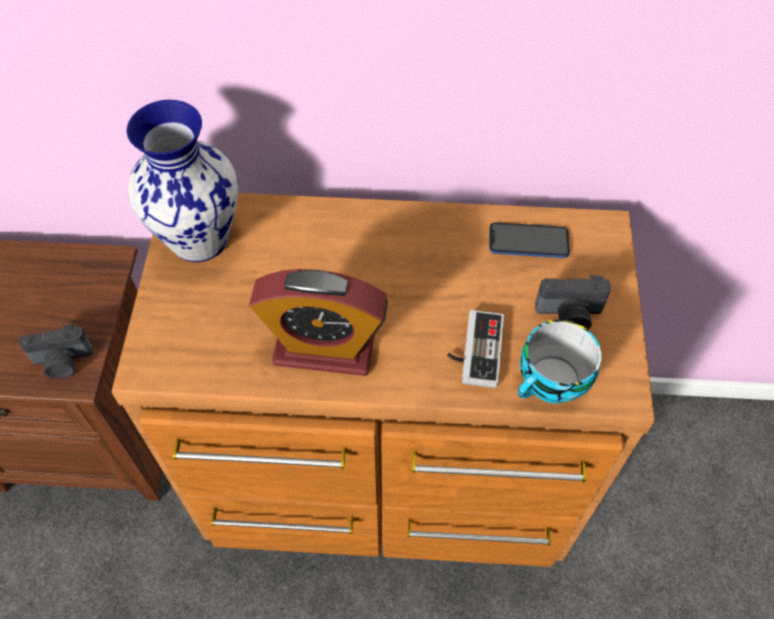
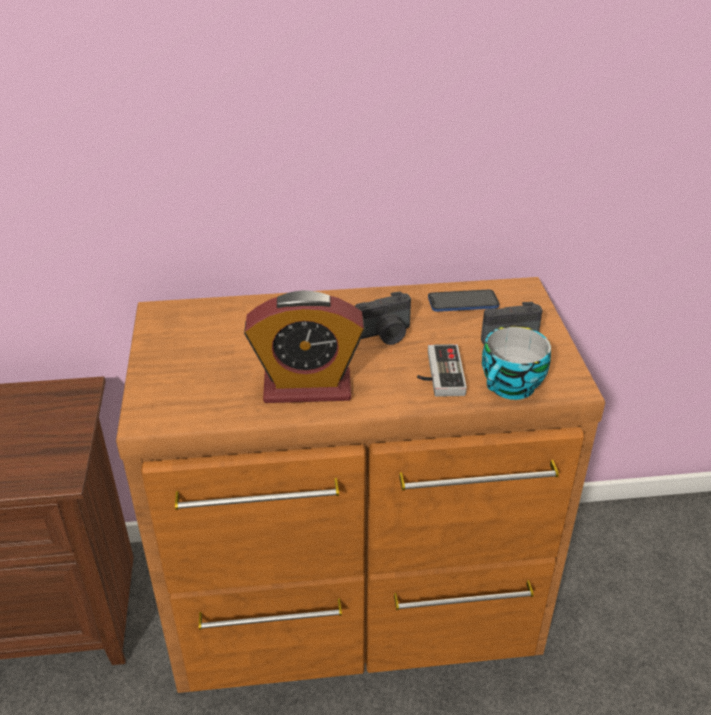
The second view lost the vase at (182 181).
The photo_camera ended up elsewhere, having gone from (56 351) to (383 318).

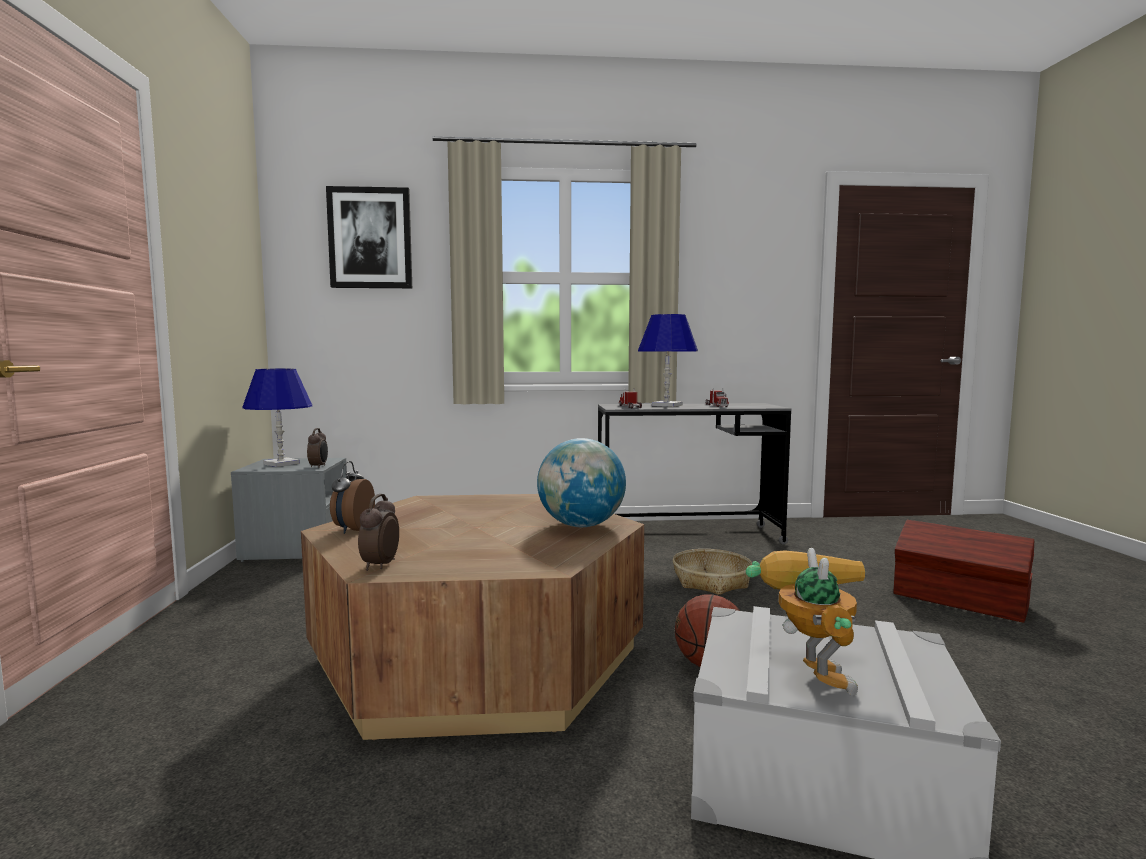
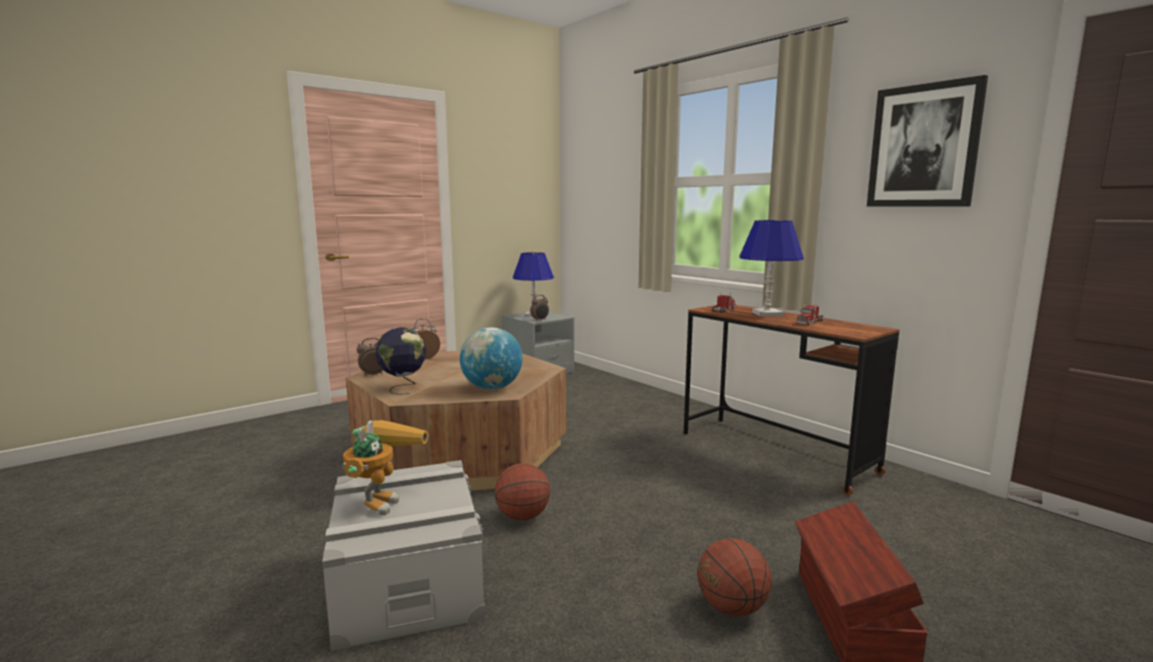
The picture ended up elsewhere, having gone from (369 237) to (927 141).
What was the grey_desk at (695 474) turned into the brown_desk at (791 400).
The toy_robot at (805 621) ended up facing another way, 45 degrees counterclockwise from before.
The second view lost the basket at (712 572).
The second view gained the globe at (400 361).
The second view gained the basketball at (734 577).

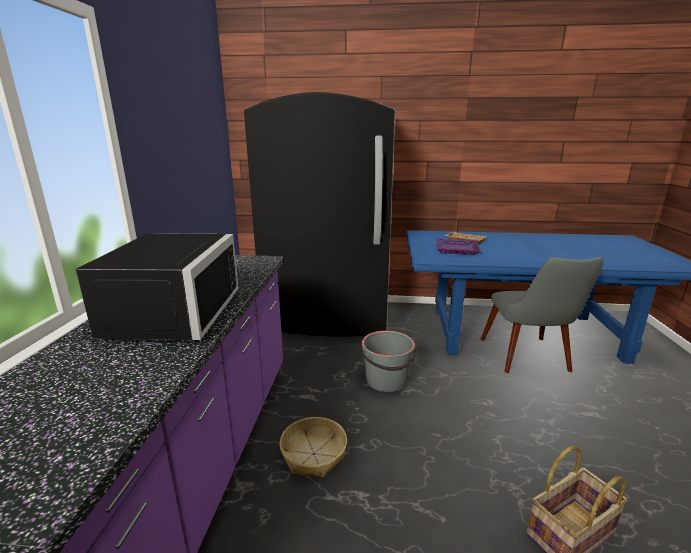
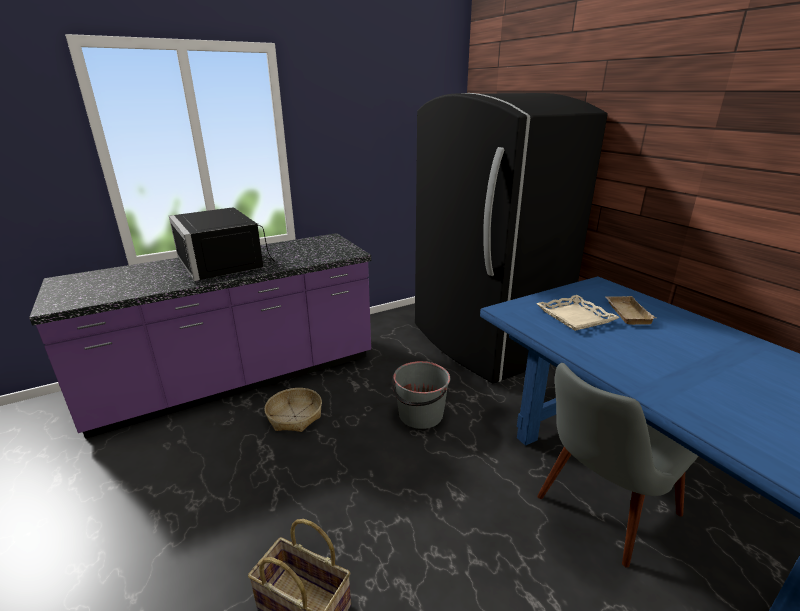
The black_microwave at (157 286) ended up facing another way, 90 degrees clockwise from before.
What was the purple_tray at (458 246) turned into the beige_tray at (578 313).

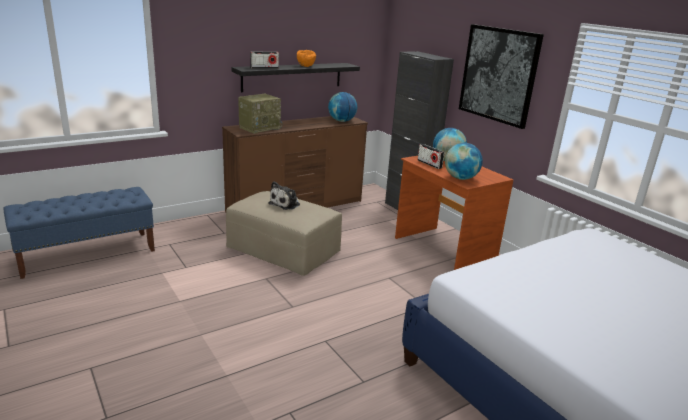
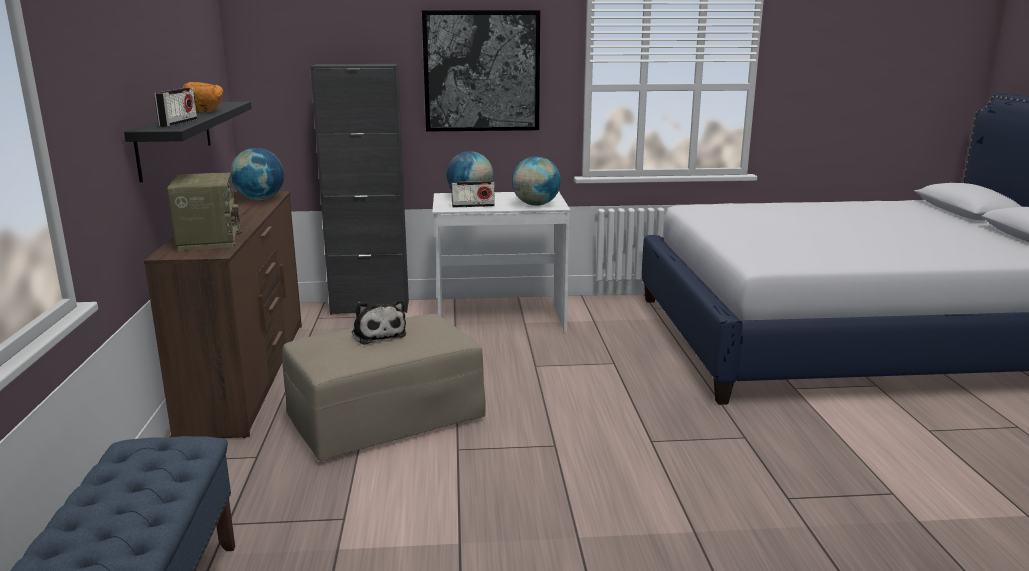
What was the brown_desk at (454 213) turned into the white_desk at (501 261).

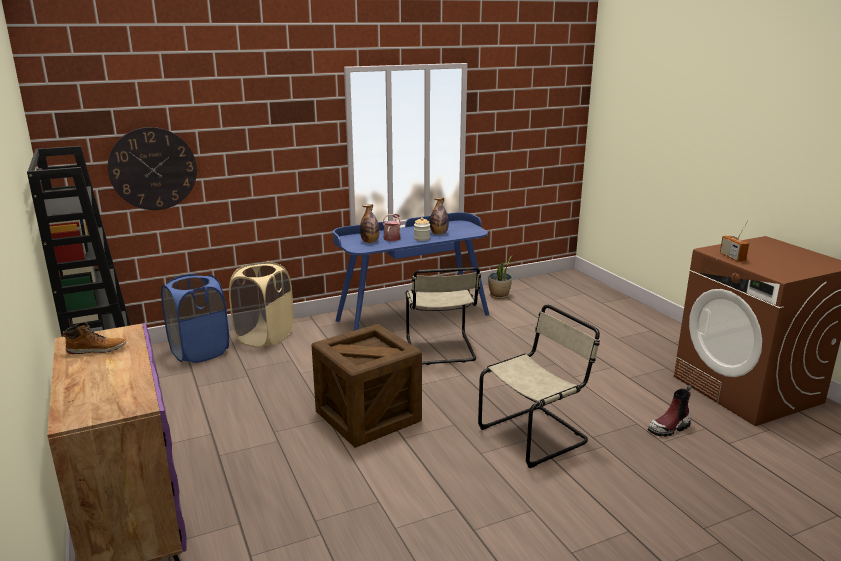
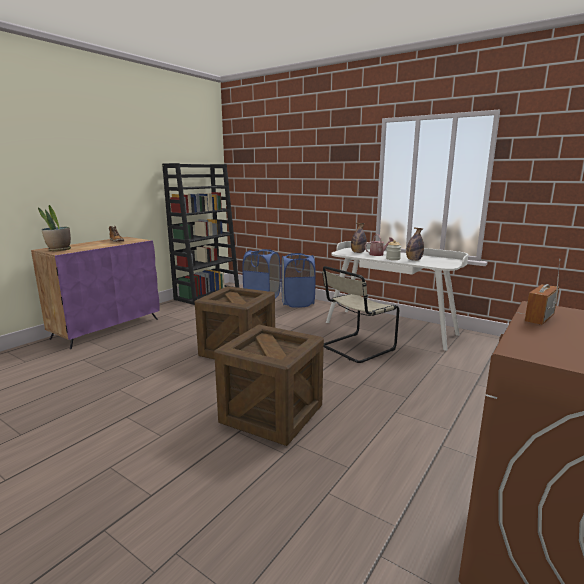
The second view lost the wall_clock at (152 168).
What was the blue_desk at (411 271) turned into the white_desk at (397 296).
The potted_plant ended up elsewhere, having gone from (500 277) to (54 228).
What was the beige_laundry_basket at (261 305) turned into the blue_laundry_basket at (298 280).
Where the beige_chair stood at (539 386), the crate came to stand at (269 385).
The second view lost the boot at (670 410).

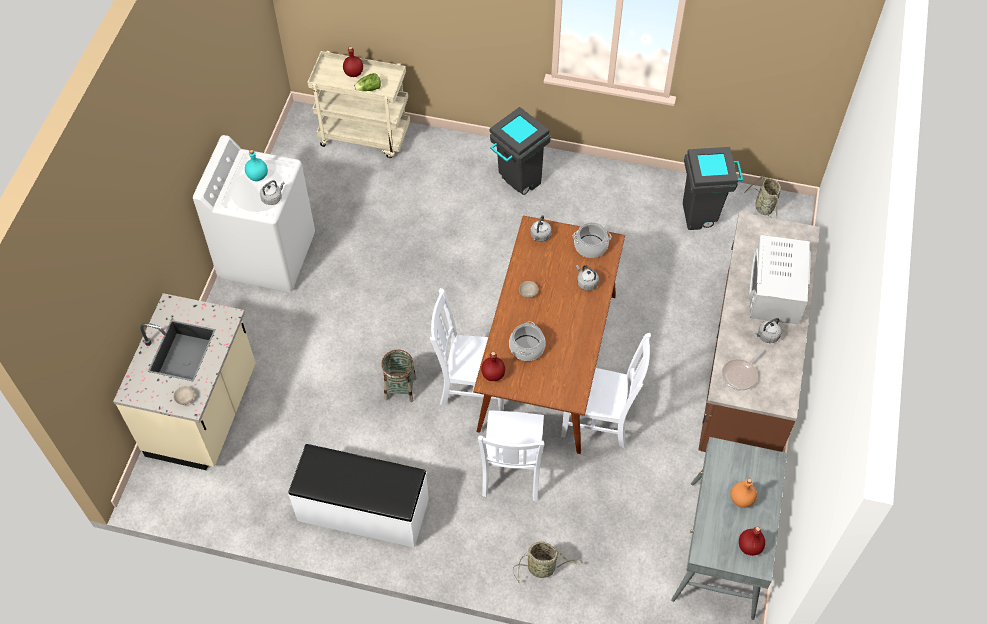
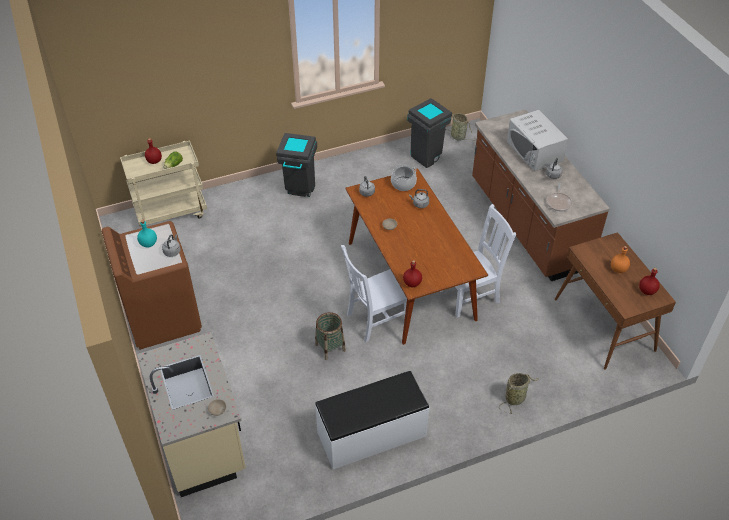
What was the white_washing_machine at (254 213) turned into the brown_washing_machine at (152 285).
The second view lost the cooking_pot at (527 341).
The second view lost the white_chair at (511 456).
What was the grey_desk at (729 528) turned into the brown_desk at (615 300).

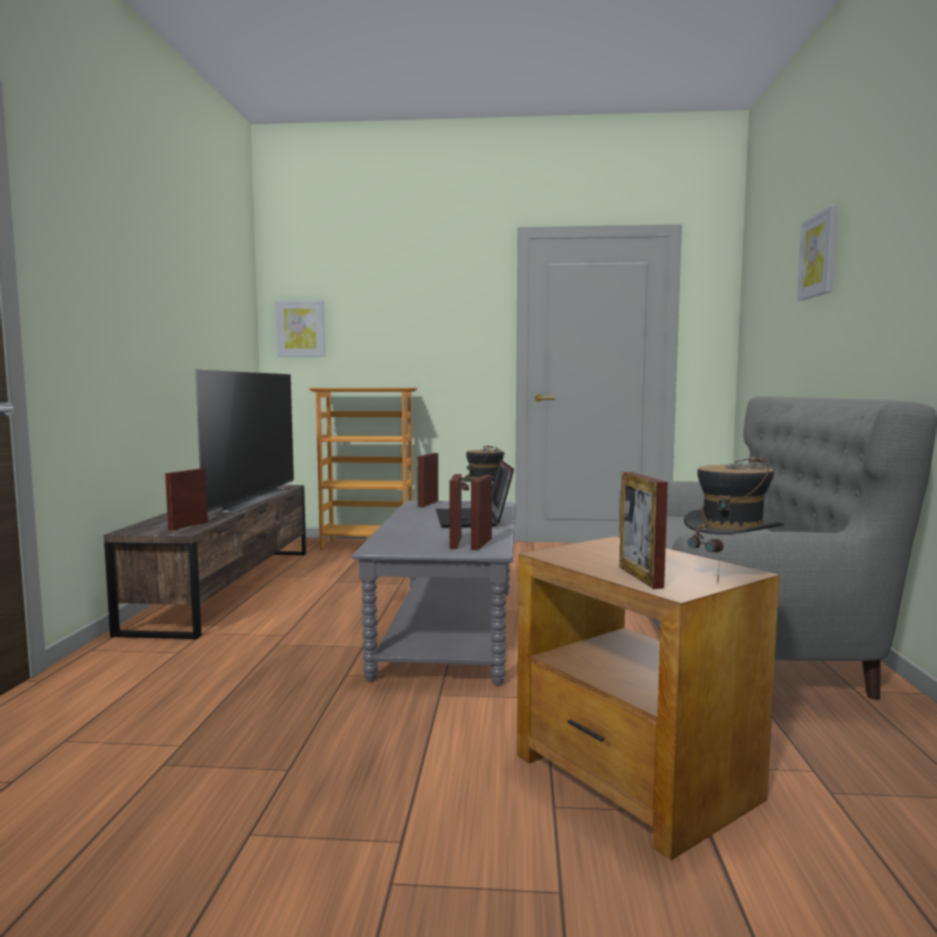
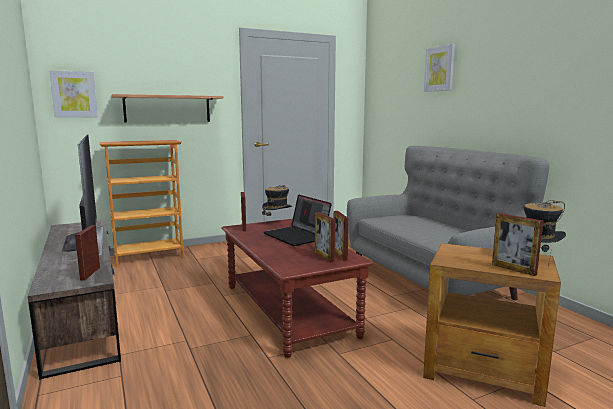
What was the grey_coffee_table at (433 593) turned into the brown_coffee_table at (297 288).
The second view gained the shelf at (167 108).

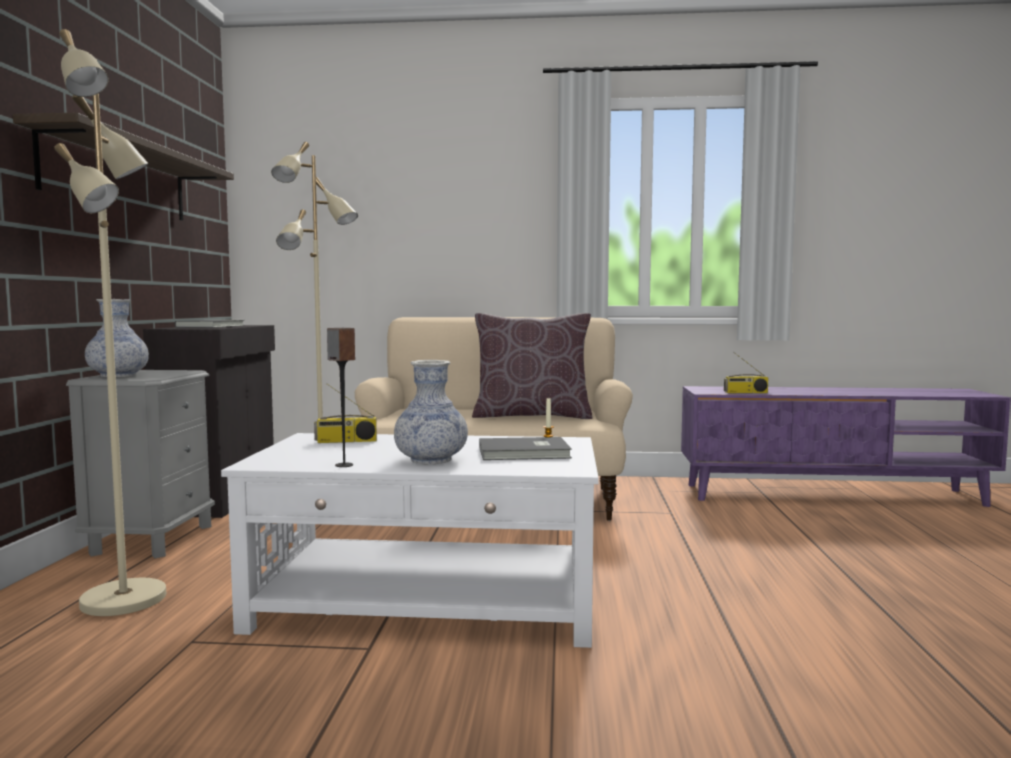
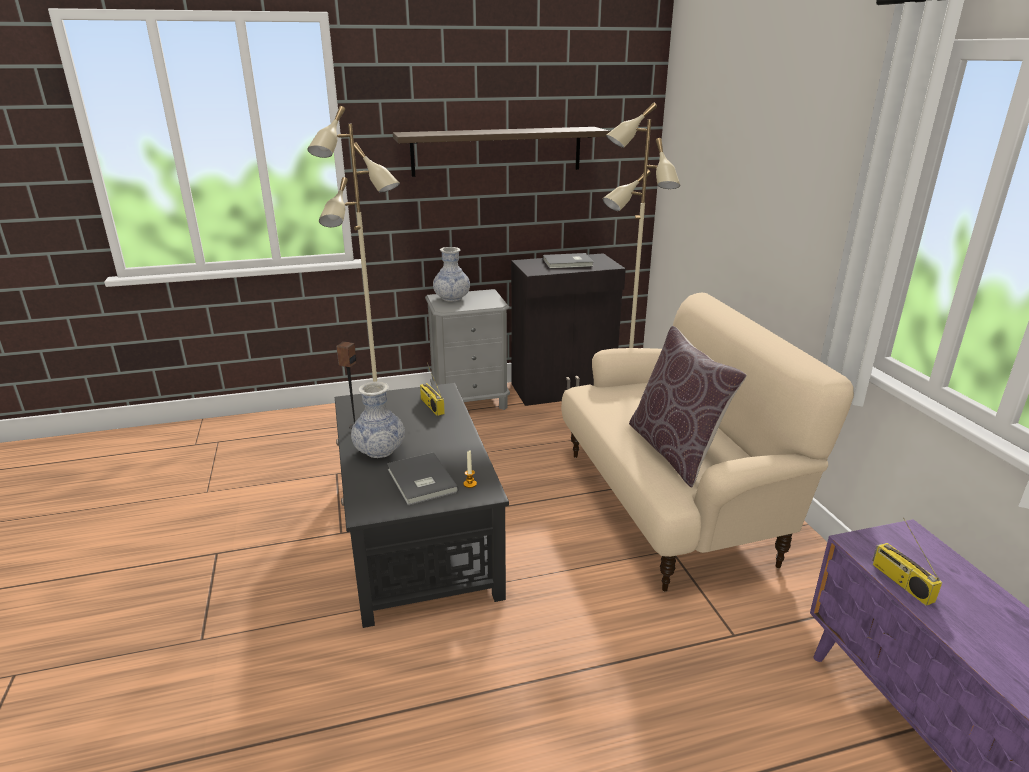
What was the white_coffee_table at (410 540) turned into the black_coffee_table at (422 505).

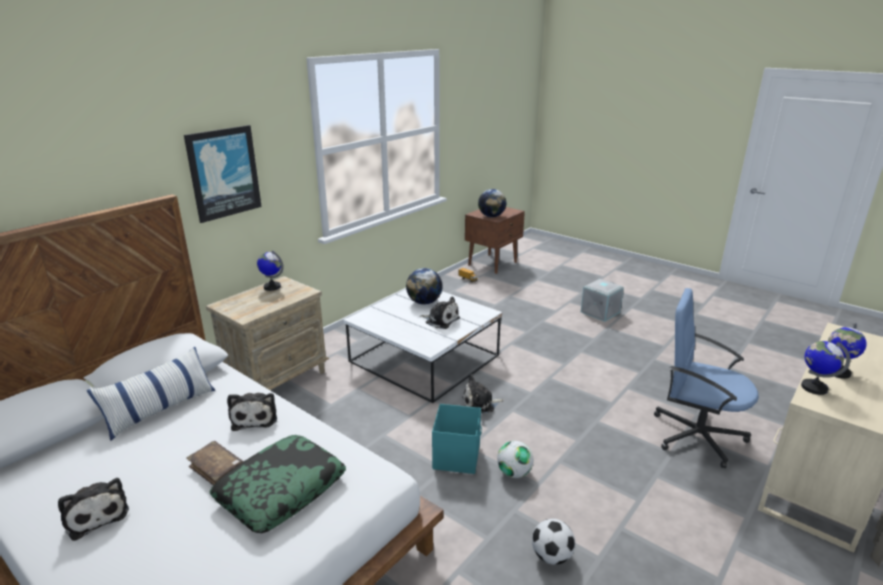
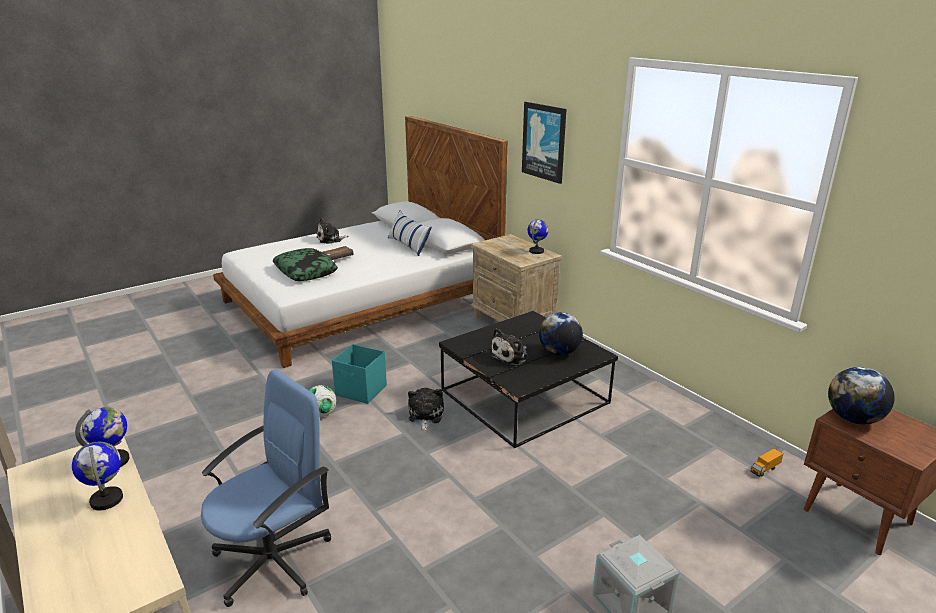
What was the white_coffee_table at (422 346) turned into the black_coffee_table at (528 379).
The second view lost the plush_toy at (252 412).
The second view lost the football at (553 542).

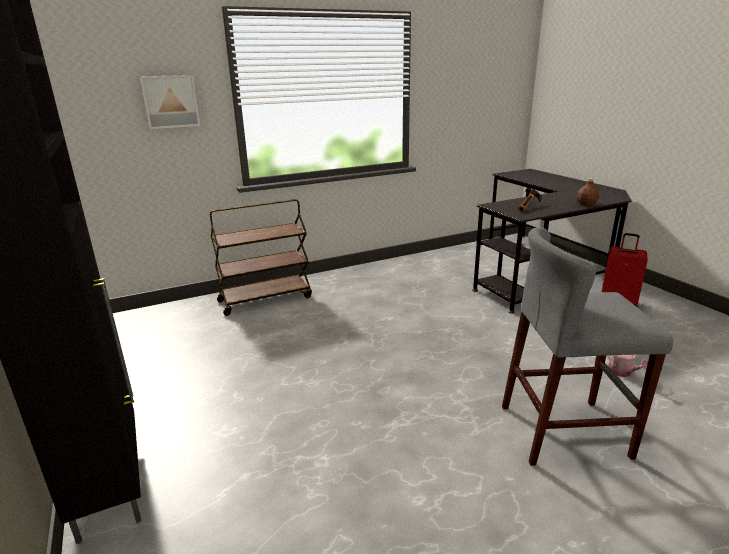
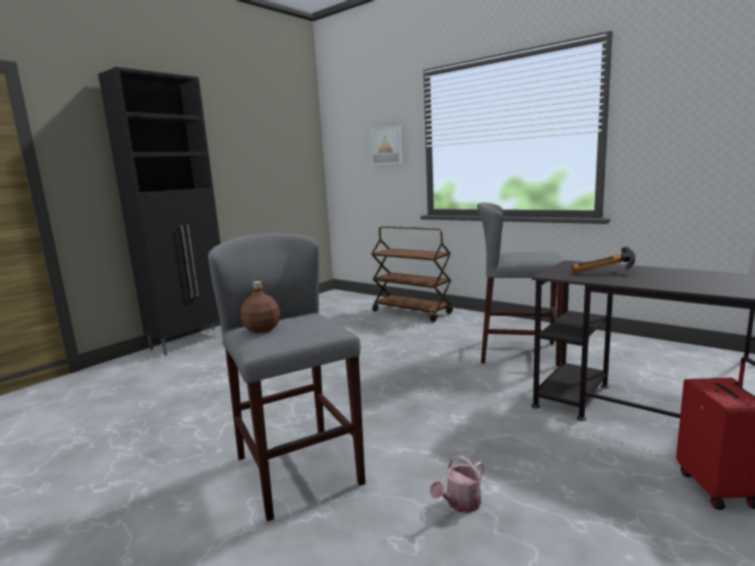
The brown_bottle ended up elsewhere, having gone from (588 192) to (260 307).
The second view gained the grey_stool at (520 284).

